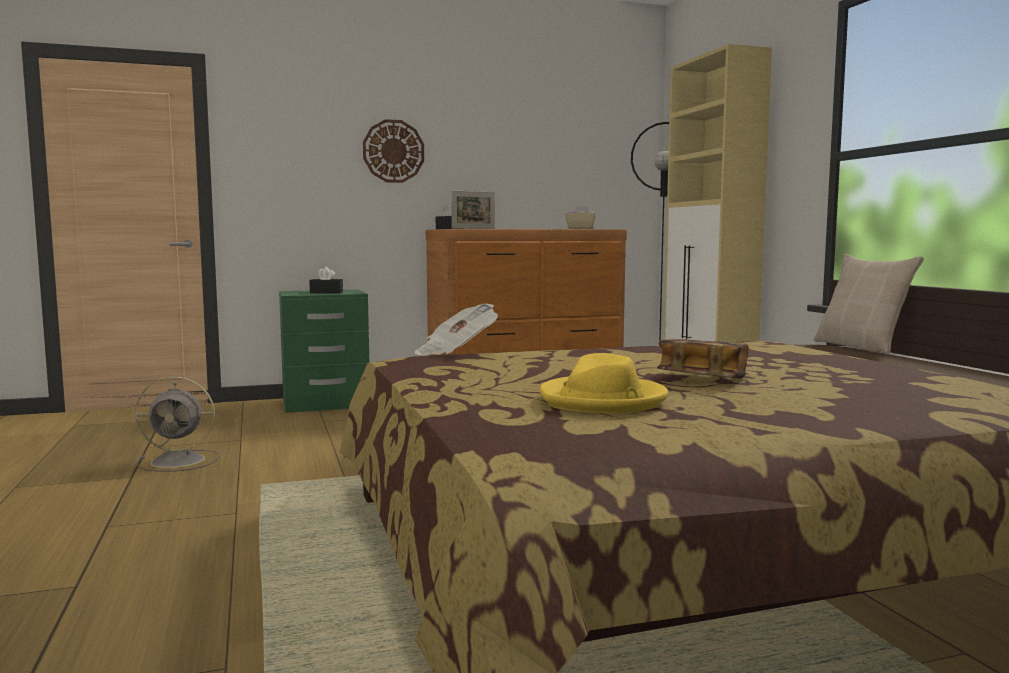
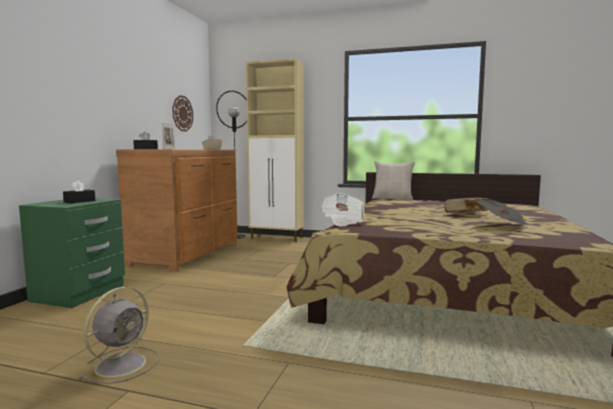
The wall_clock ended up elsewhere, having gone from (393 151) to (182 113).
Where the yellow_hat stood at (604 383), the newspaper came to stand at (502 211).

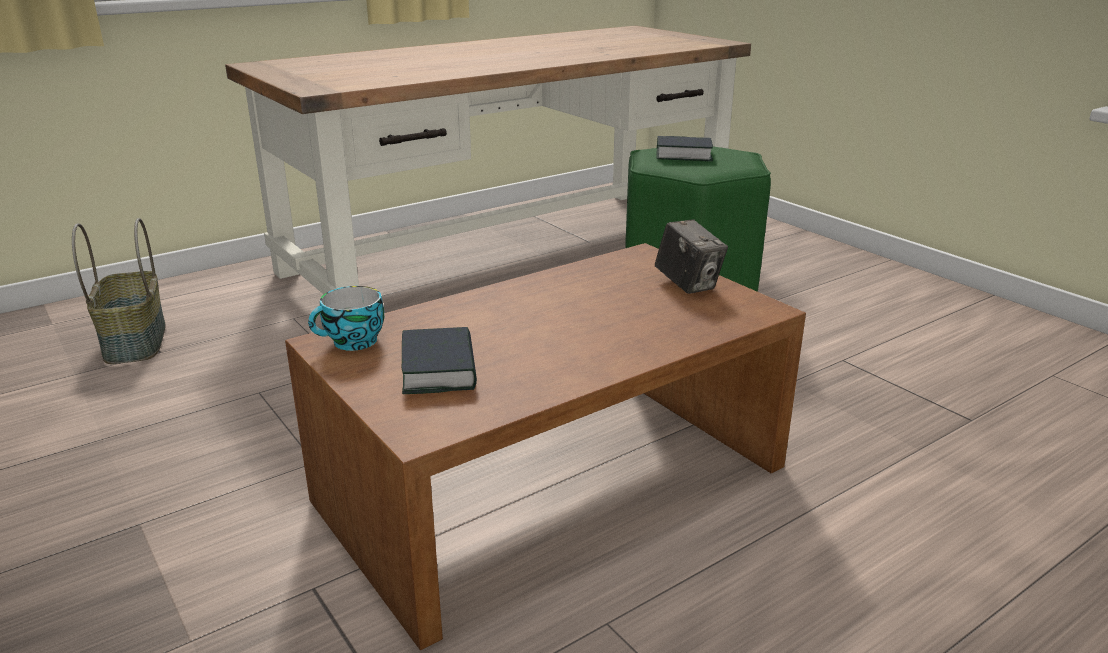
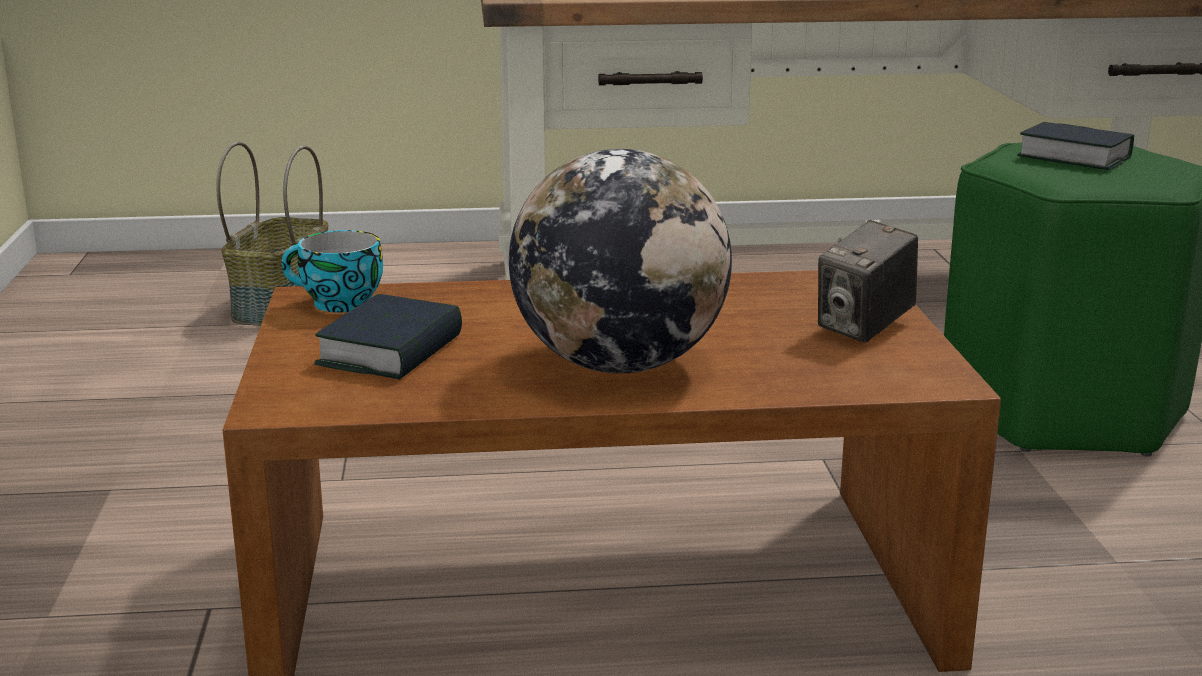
The photo_camera at (691 256) ended up facing another way, 45 degrees clockwise from before.
The second view gained the globe at (620 261).

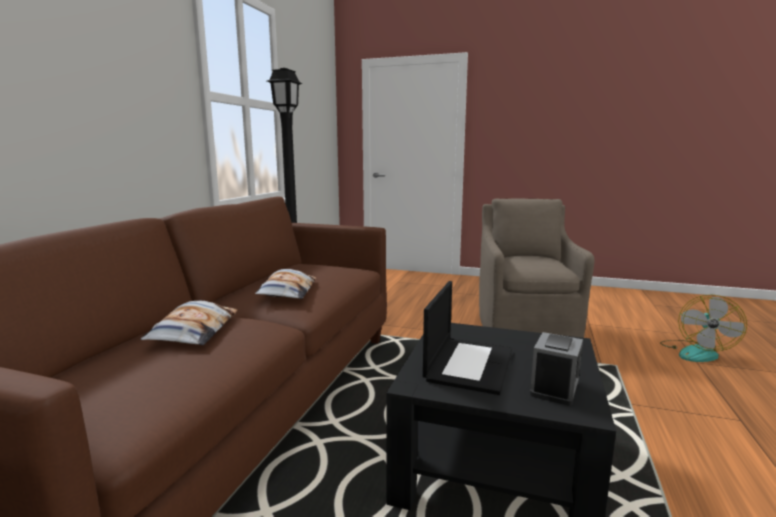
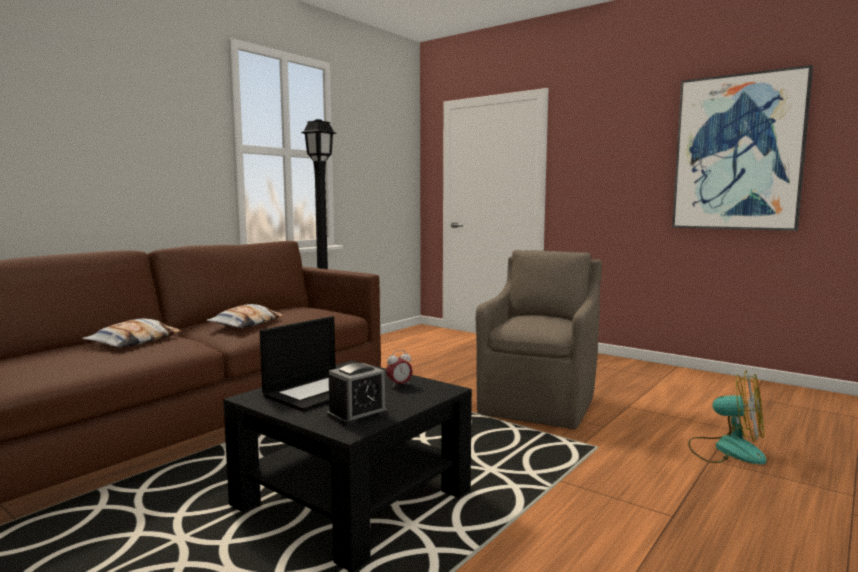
The fan at (703 328) ended up facing another way, 105 degrees counterclockwise from before.
The second view gained the picture at (742 148).
The second view gained the alarm_clock at (399 369).

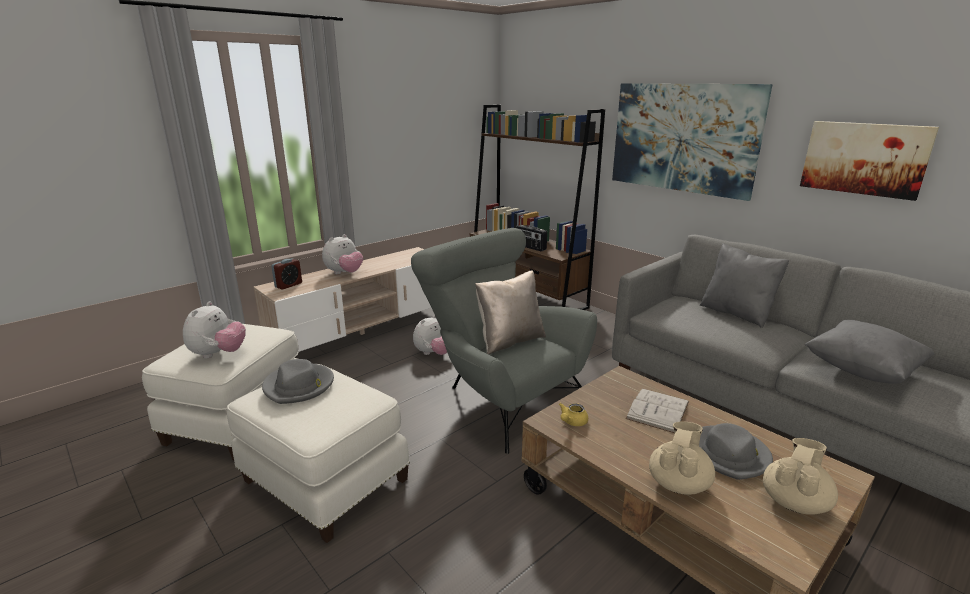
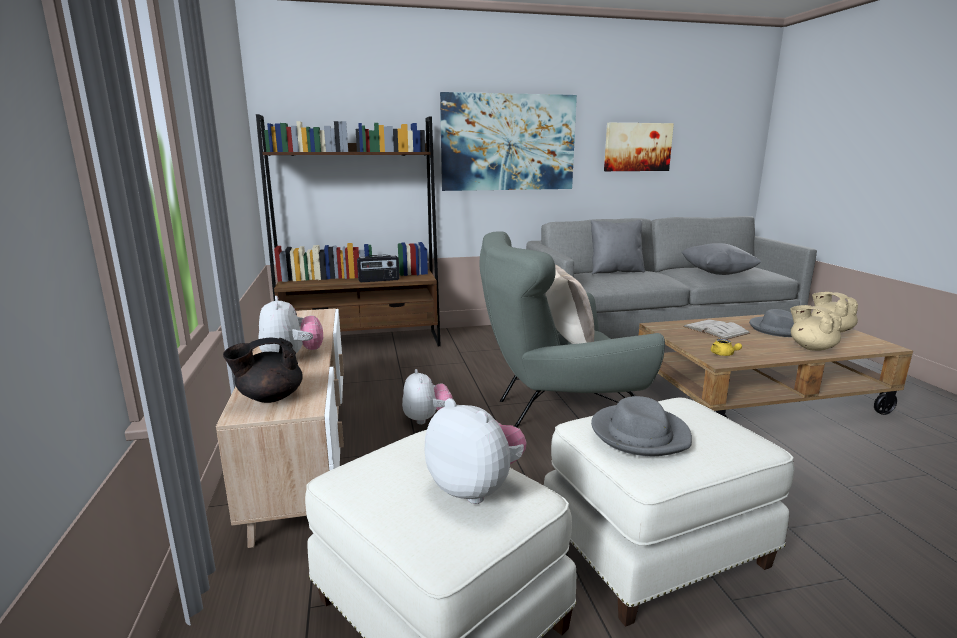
Where the alarm_clock stood at (286 274), the black_teapot came to stand at (263 370).

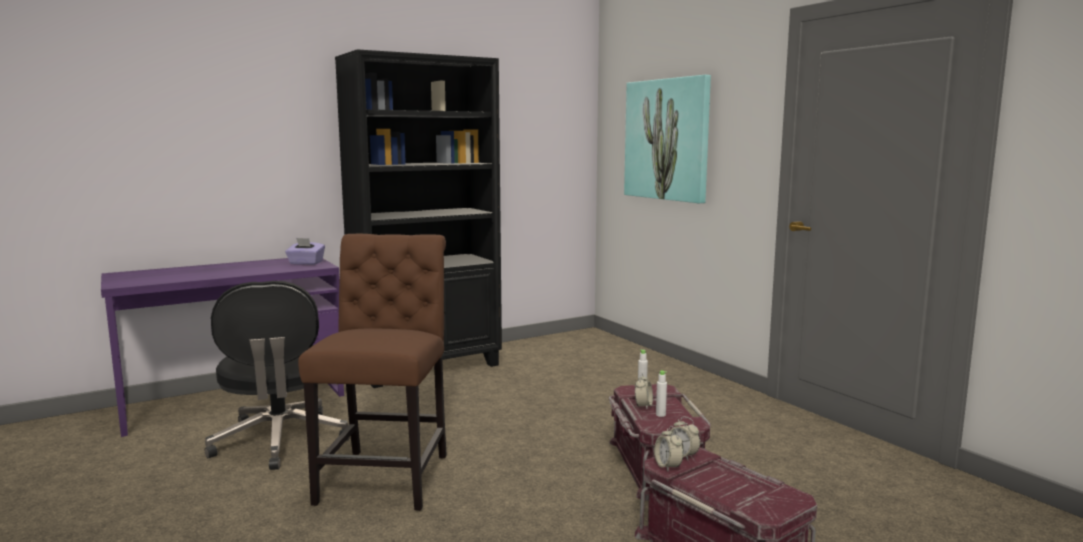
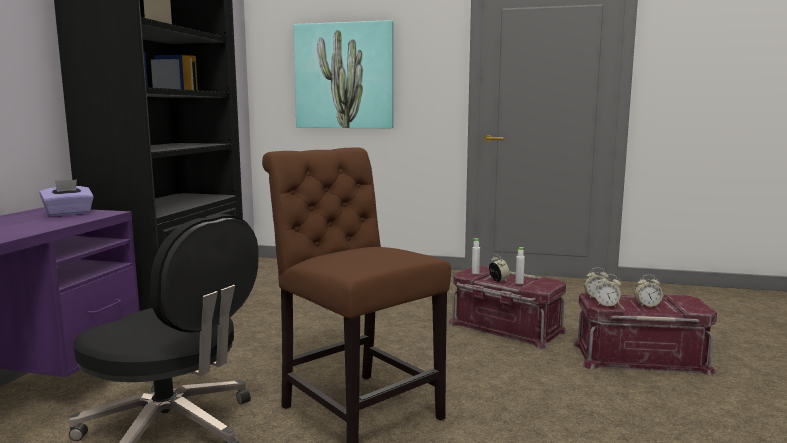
The second view gained the alarm_clock at (648 291).

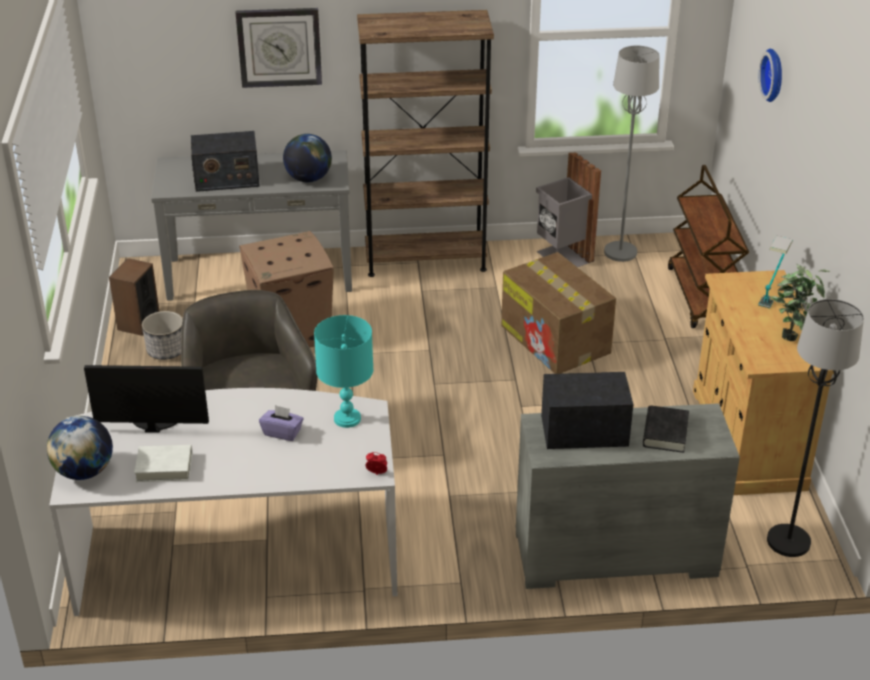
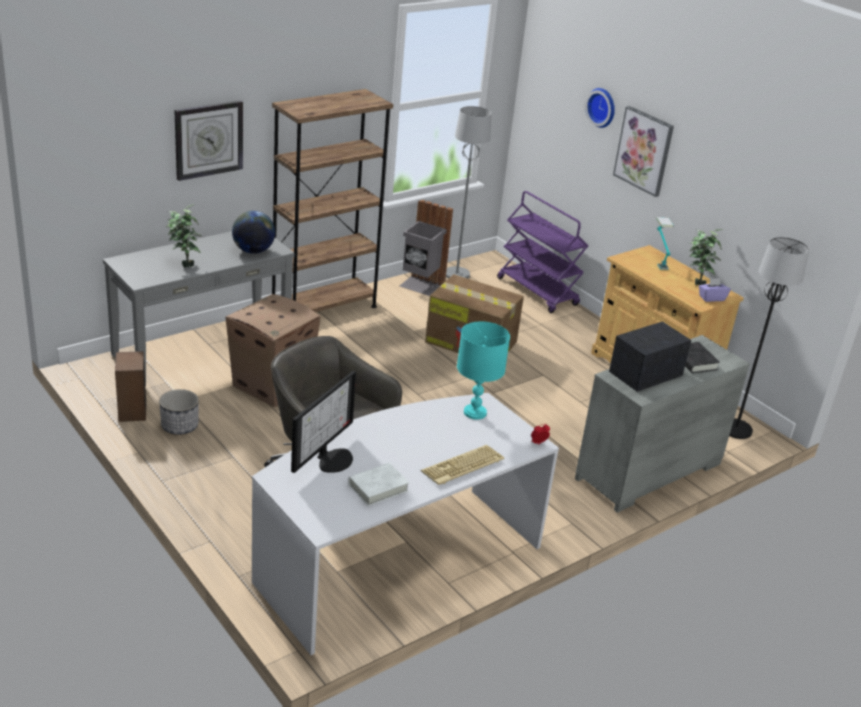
Where the radio stood at (225 161), the potted_plant came to stand at (184 235).
What was the brown_cart at (708 246) turned into the purple_cart at (543 252).
The monitor at (146 399) ended up facing another way, 150 degrees clockwise from before.
The purple_tissue_box ended up elsewhere, having gone from (281 423) to (715 290).
The second view lost the globe at (80 448).
The second view gained the picture at (643 151).
The second view gained the keyboard at (462 465).

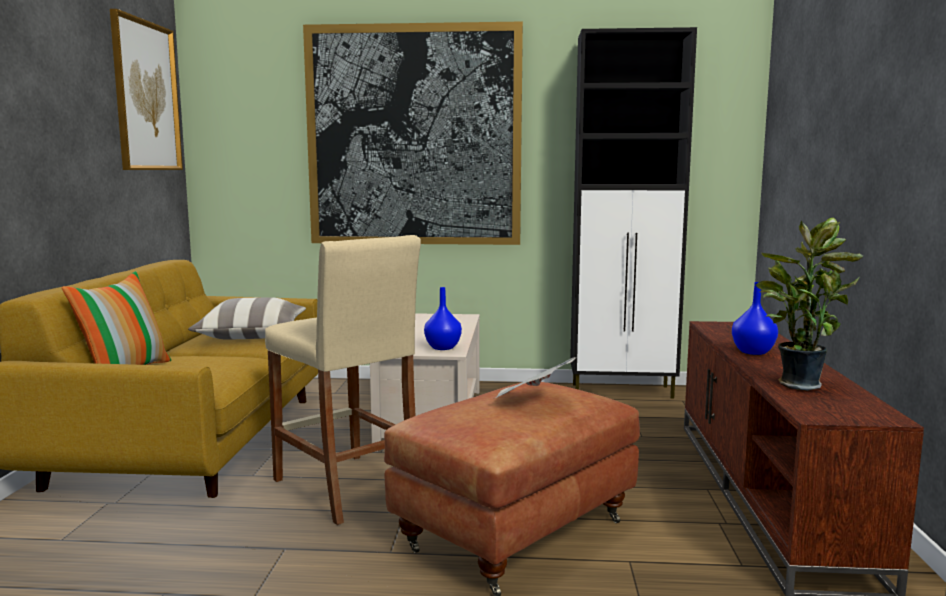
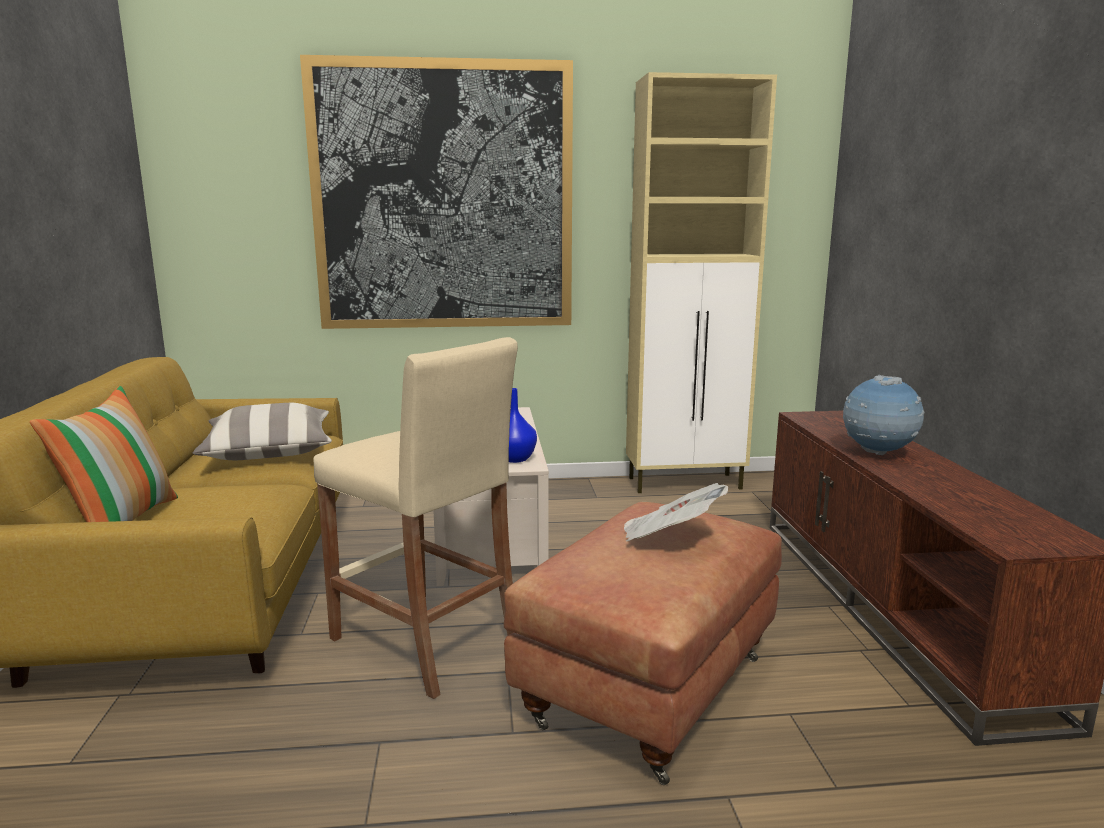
The second view lost the picture at (146 89).
What was the black_cabinet at (633 213) turned into the beige_cabinet at (701 282).
The second view lost the potted_plant at (809 304).
Where the blue_vase stood at (755 318), the globe came to stand at (884 415).

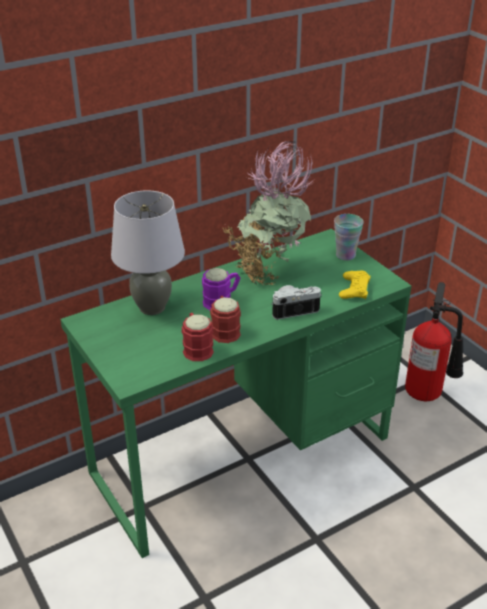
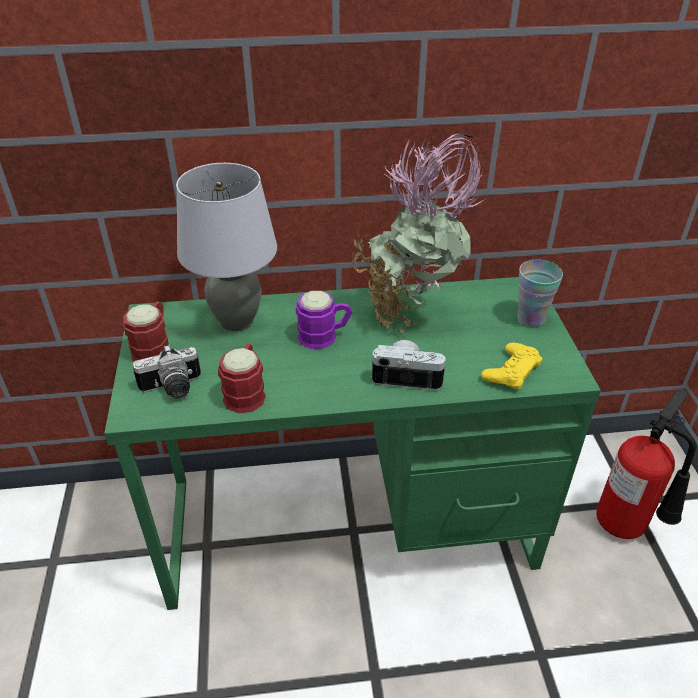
The red_mug ended up elsewhere, having gone from (225 319) to (146 331).
The second view gained the photo_camera at (167 372).

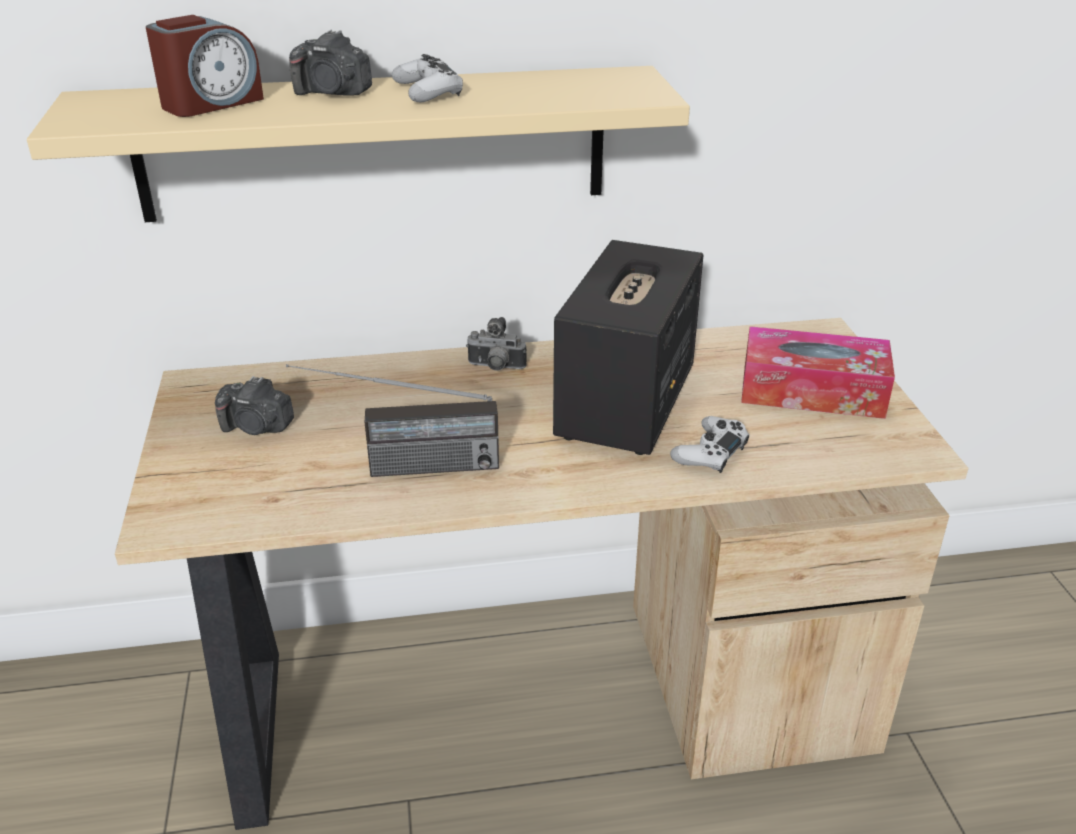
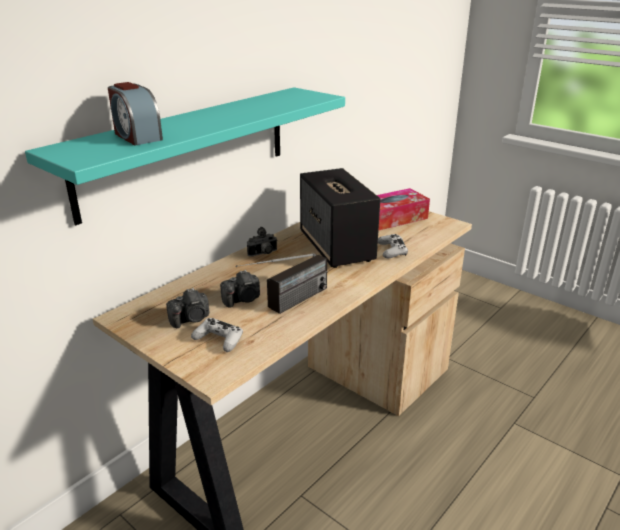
The alarm_clock at (205 66) ended up facing another way, 135 degrees clockwise from before.
The photo_camera ended up elsewhere, having gone from (330 63) to (240 289).
The white_game_controller ended up elsewhere, having gone from (427 78) to (217 335).
What was the beige_shelf at (358 144) turned into the turquoise_shelf at (185 156).

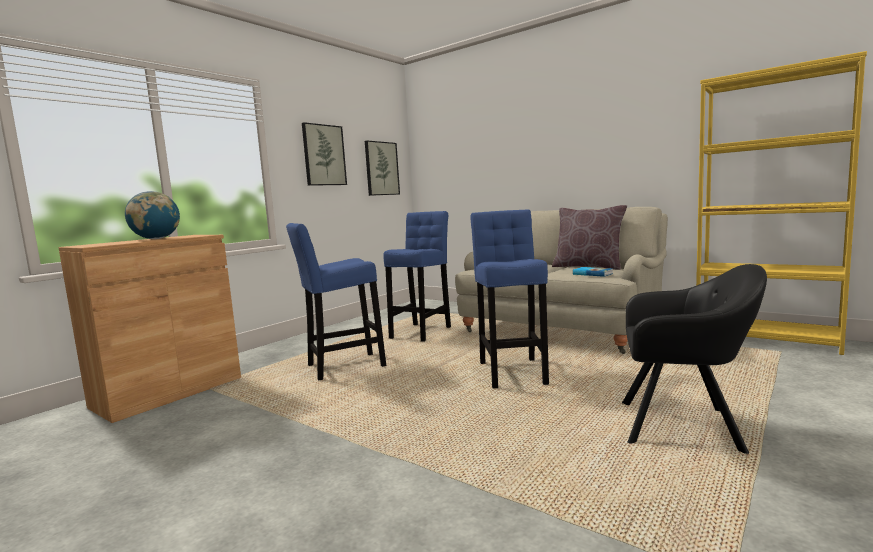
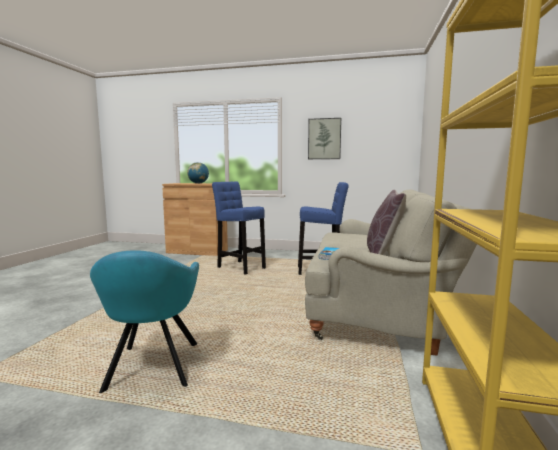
The second view lost the picture at (382 168).
The second view lost the blue_stool at (509 299).
What was the black_armchair at (694 359) turned into the turquoise_armchair at (144 321).

